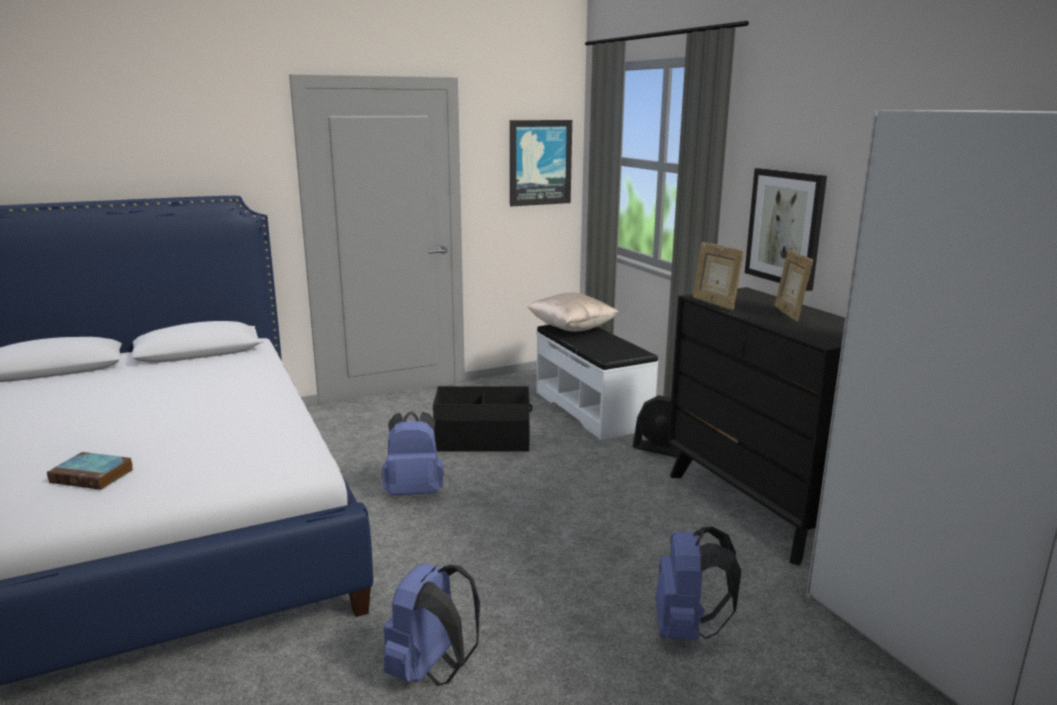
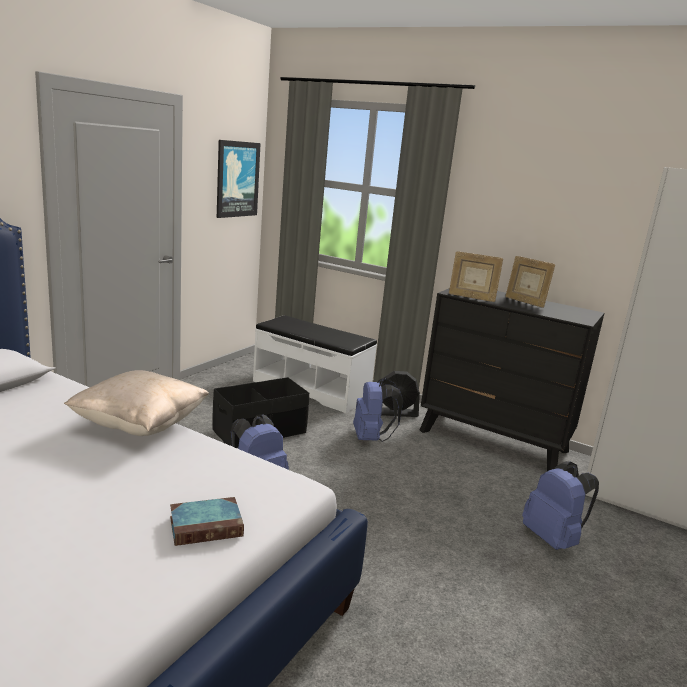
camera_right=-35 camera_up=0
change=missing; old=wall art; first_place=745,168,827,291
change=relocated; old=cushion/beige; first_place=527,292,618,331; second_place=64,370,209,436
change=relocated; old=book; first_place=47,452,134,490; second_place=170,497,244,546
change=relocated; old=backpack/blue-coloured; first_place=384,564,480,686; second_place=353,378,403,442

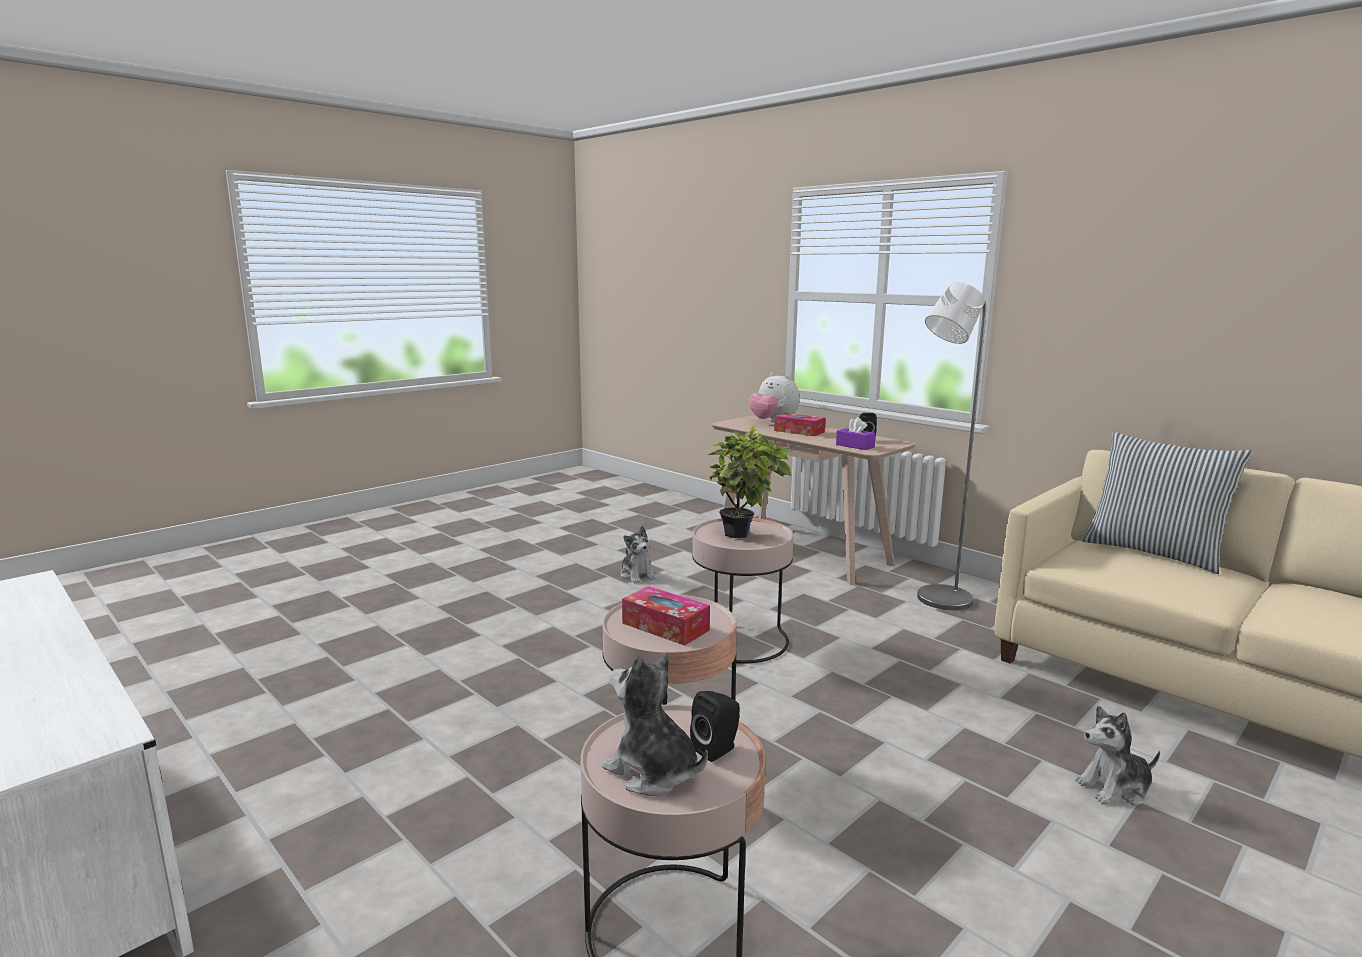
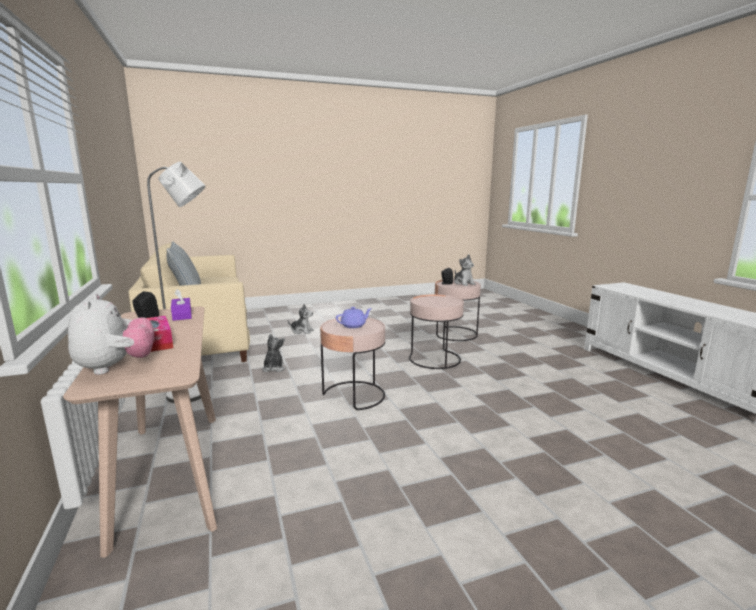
camera_right=-155 camera_up=0
change=exchanged; old=plant in a pot; new=tea pot/purple; first_place=708,425,791,538; second_place=336,307,372,328
change=relocated; old=cuddly toy; first_place=620,526,656,583; second_place=262,334,285,372
change=missing; old=tissue holder; first_place=622,586,710,646

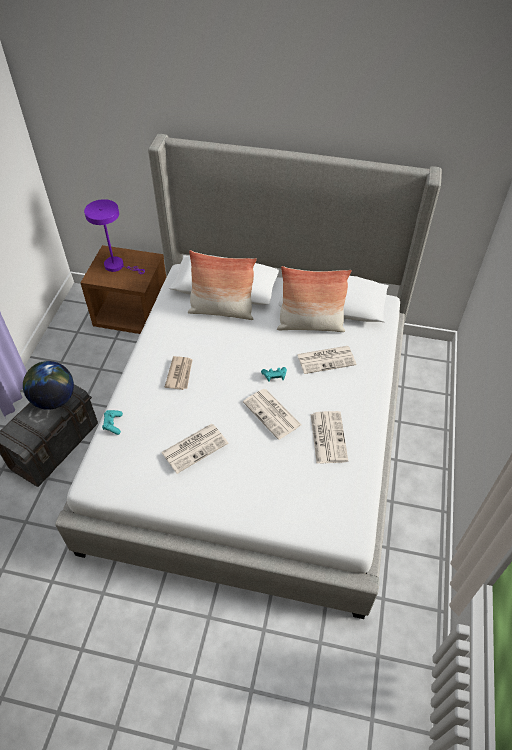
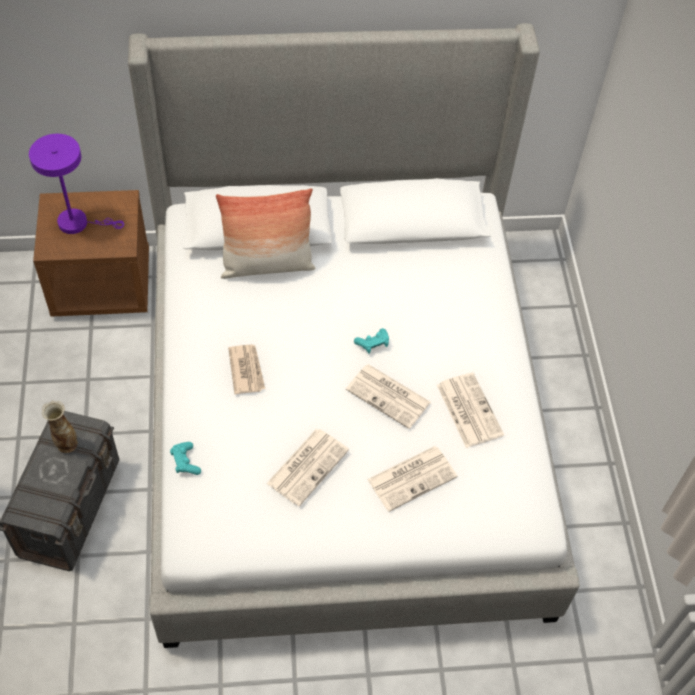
camera_right=-20 camera_up=5
change=missing; old=cushion; first_place=277,266,352,332
change=relocated; old=newspaper; first_place=297,346,356,374; second_place=367,446,457,512
change=exchanged; old=desk globe; new=decorative vase; first_place=23,361,74,410; second_place=42,401,78,453

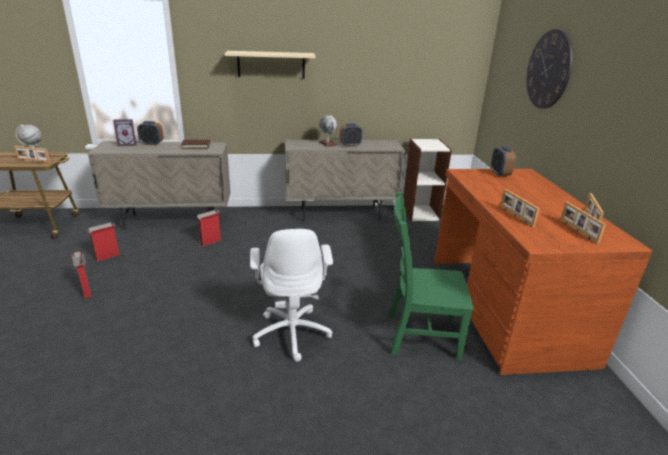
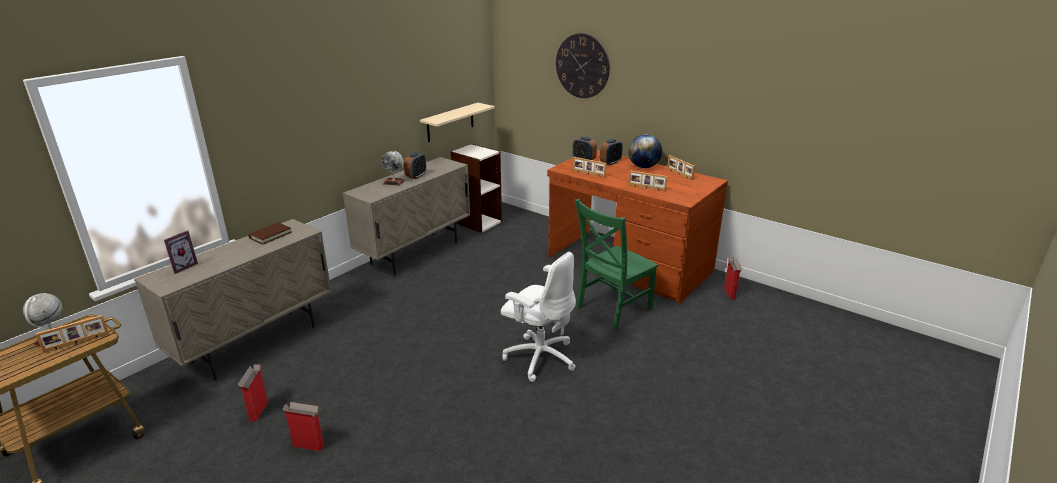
camera_right=-45 camera_up=0
change=relocated; old=wall shelf/beige; first_place=225,51,316,79; second_place=420,103,495,142
change=relocated; old=bedside clock; first_place=137,121,163,145; second_place=600,139,623,166
change=relocated; old=picture frame; first_place=560,202,606,244; second_place=573,157,607,177
change=relocated; old=carton; first_place=195,210,221,246; second_place=724,257,743,299
change=appeared; new=desk globe; second_place=628,134,662,168

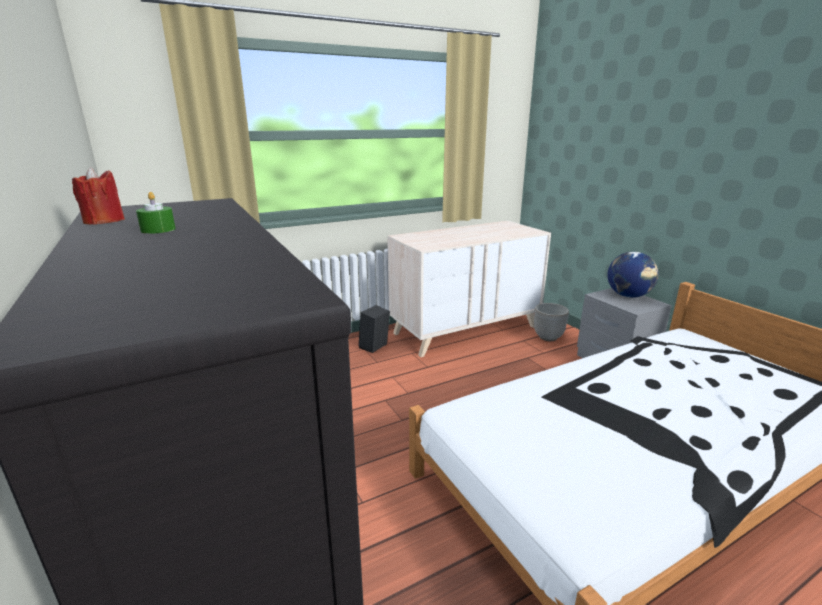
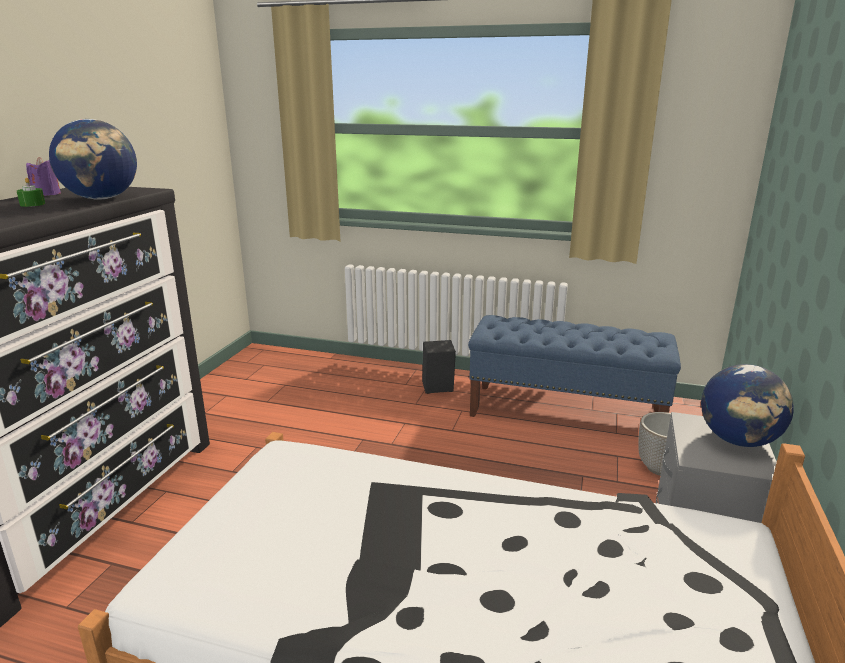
camera_right=45 camera_up=0
change=colour; old=wax light/red-coloured; new=wax light/purple; first_place=72,168,125,225; second_place=26,157,61,196
change=exchanged; old=chest of drawers/beige; new=bench/blue-coloured; first_place=387,221,551,357; second_place=468,315,681,417
change=appeared; new=desk globe; second_place=49,119,137,200

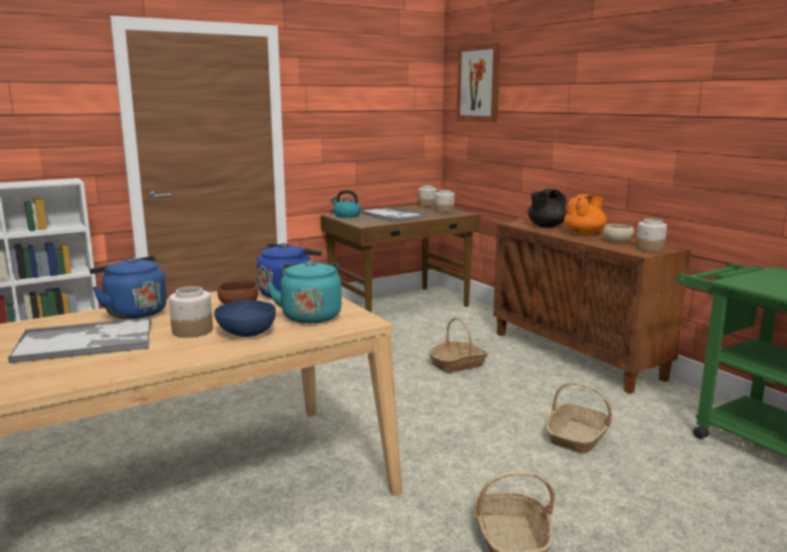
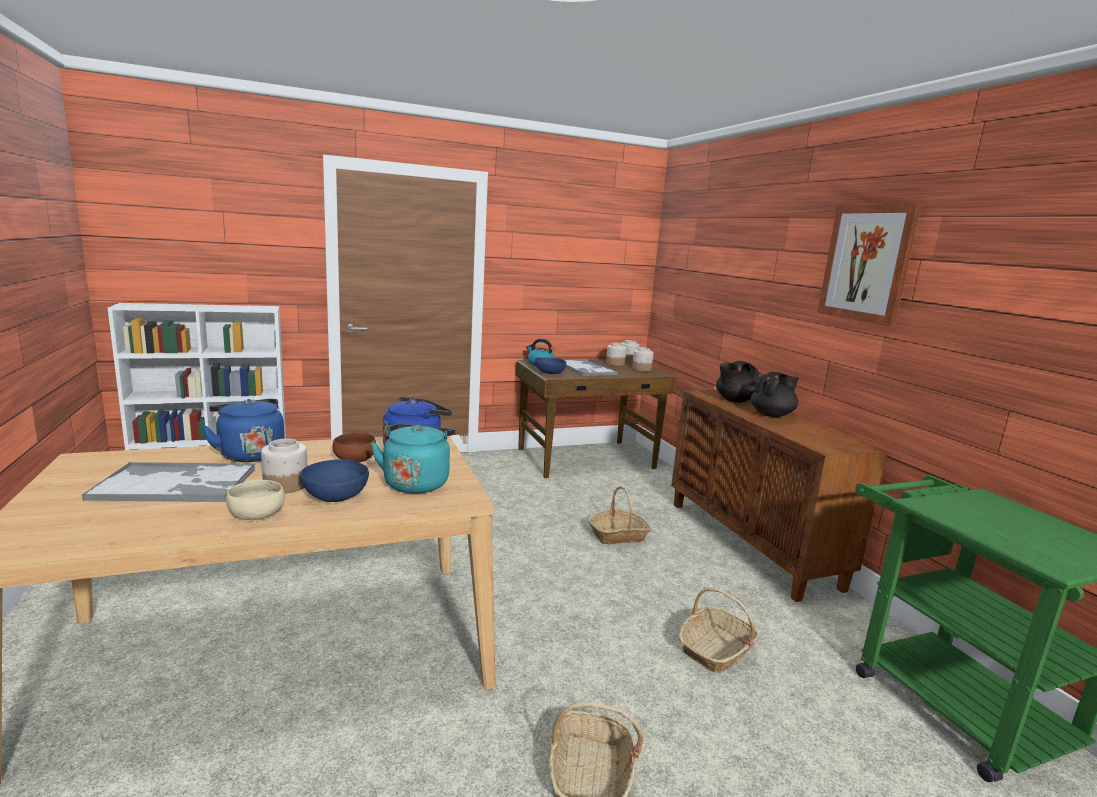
camera_right=10 camera_up=0
change=relocated; old=wall art; first_place=457,43,501,122; second_place=818,204,922,326
change=colour; old=tea pot/orange; new=tea pot/black; first_place=564,194,607,235; second_place=750,372,799,417
change=relocated; old=preserve jar; first_place=636,218,667,252; second_place=606,343,627,366
change=relocated; old=serving bowl/beige; first_place=603,224,634,243; second_place=226,480,285,520
change=appeared; new=serving bowl/blue-coloured; second_place=534,357,566,374

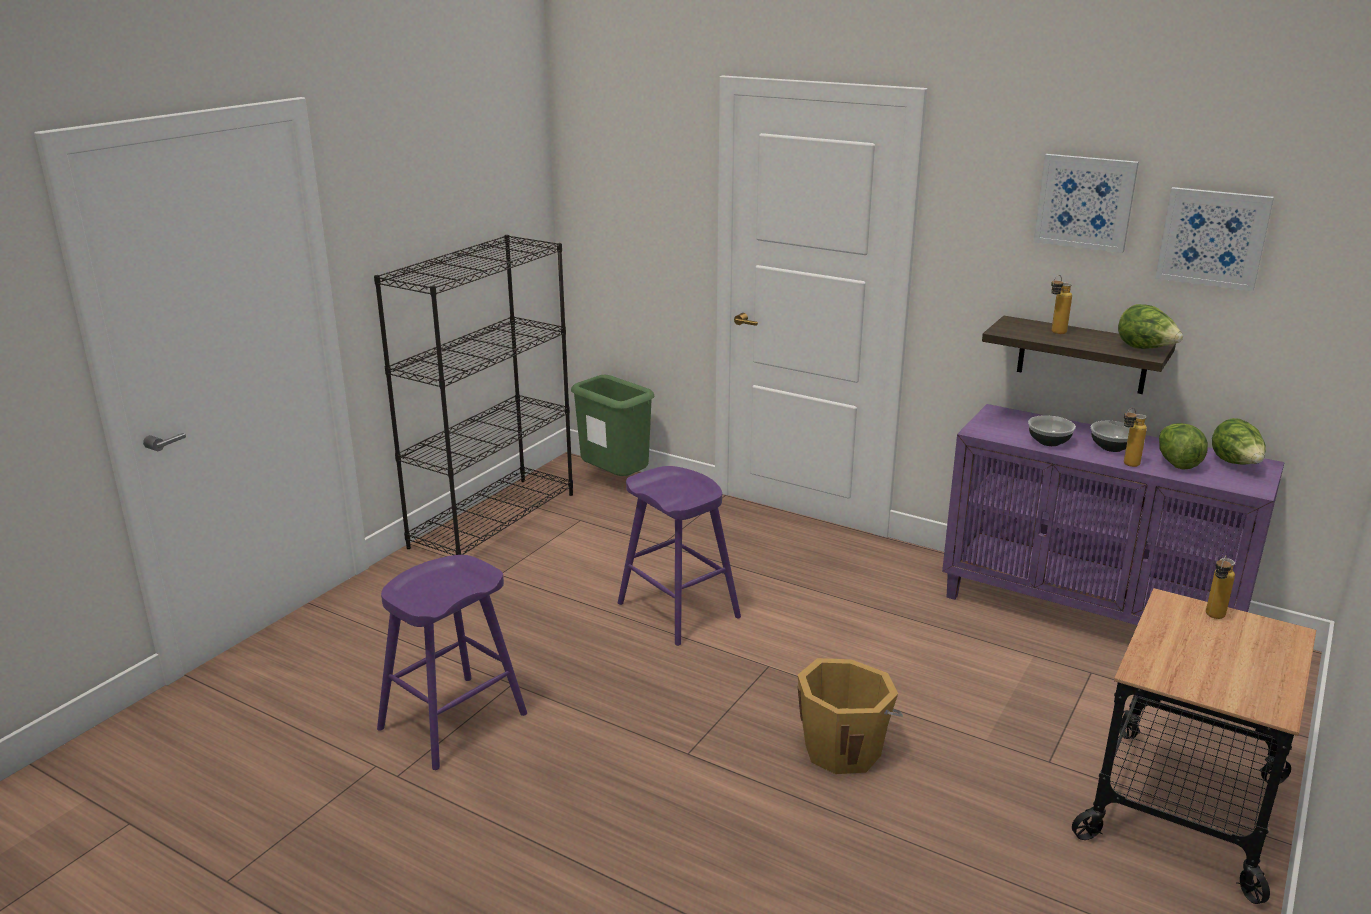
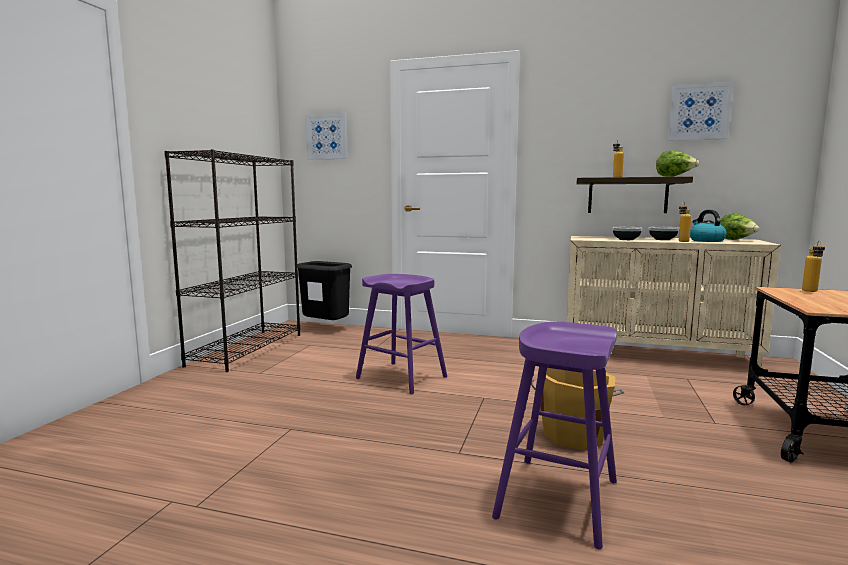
camera_right=-15 camera_up=-15
change=relocated; old=wall art; first_place=1034,154,1139,253; second_place=305,113,348,160
change=colour; old=trash can/green; new=trash can/black; first_place=571,375,654,476; second_place=297,261,352,320
change=colour; old=cabinet/purple; new=cabinet/beige; first_place=942,404,1285,625; second_place=567,236,781,368
change=exchanged; old=head of lettuce; new=kettle; first_place=1159,423,1208,470; second_place=690,210,727,242
change=relocated; old=stool seat/purple; first_place=377,555,527,770; second_place=492,321,617,549

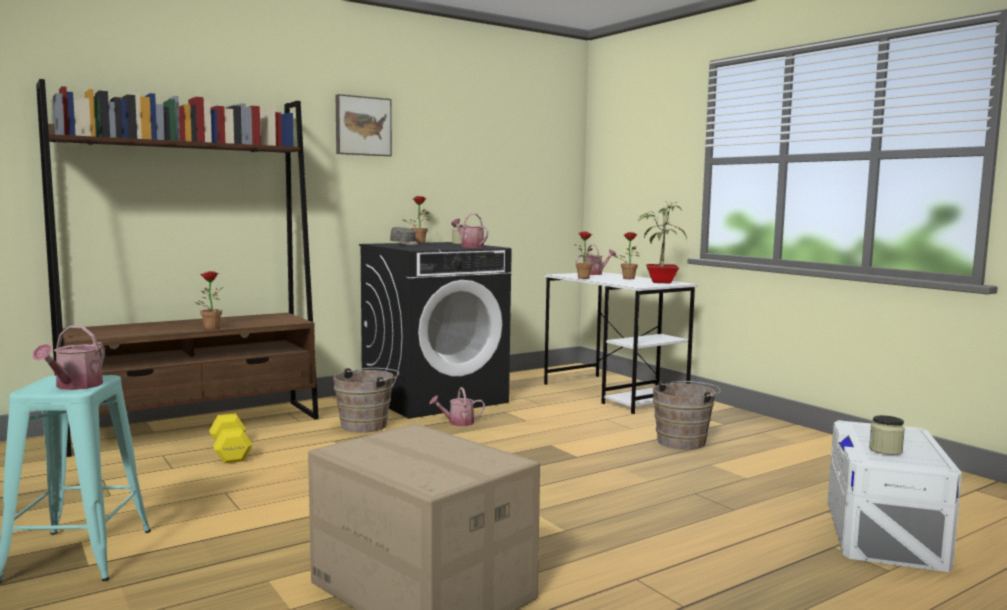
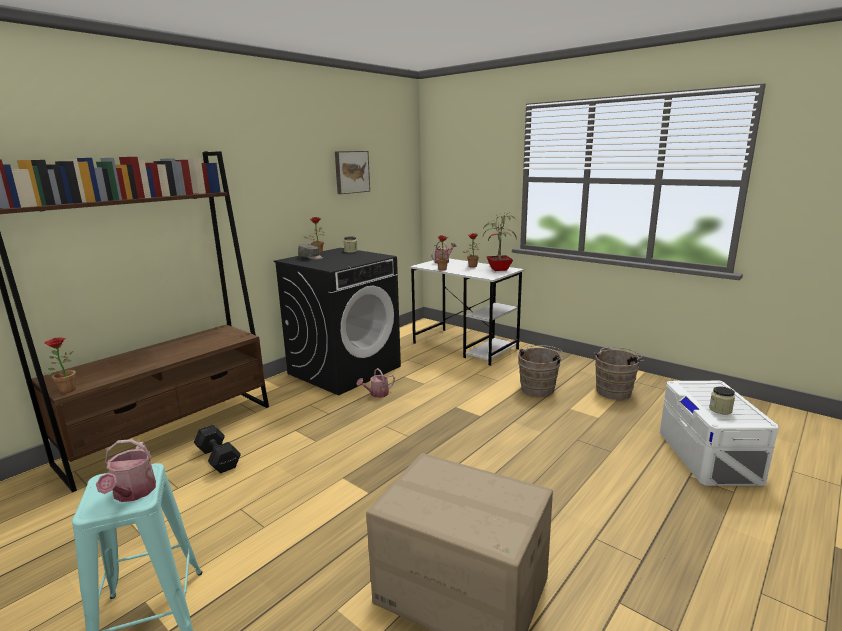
camera_right=-15 camera_up=10
change=relocated; old=wall art; first_place=336,94,392,156; second_place=335,151,370,194
change=missing; old=sprinkling can; first_place=451,214,488,248
change=relocated; old=plant in a pot; first_place=195,271,223,330; second_place=44,337,76,393
change=relocated; old=bucket/brownish; first_place=333,368,400,433; second_place=594,347,644,400
change=colour; old=hand weight/yellow; new=hand weight/black; first_place=209,413,252,463; second_place=194,425,241,473

